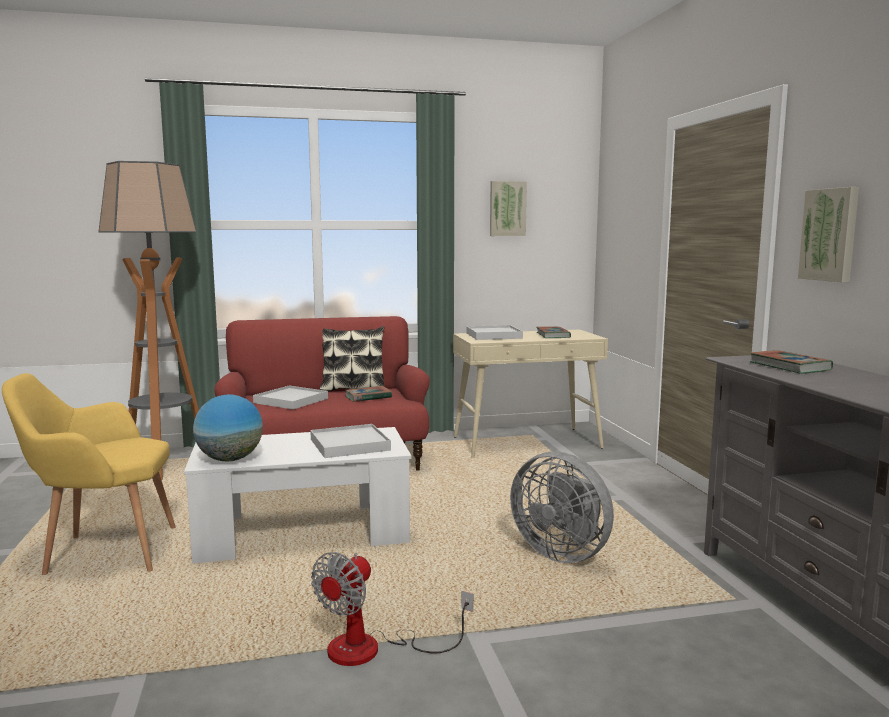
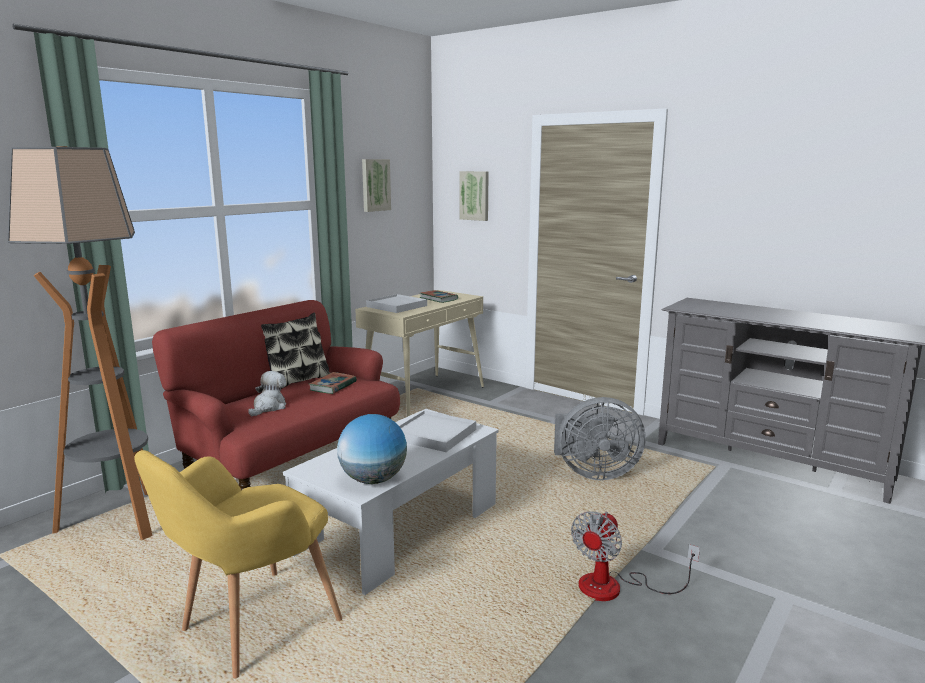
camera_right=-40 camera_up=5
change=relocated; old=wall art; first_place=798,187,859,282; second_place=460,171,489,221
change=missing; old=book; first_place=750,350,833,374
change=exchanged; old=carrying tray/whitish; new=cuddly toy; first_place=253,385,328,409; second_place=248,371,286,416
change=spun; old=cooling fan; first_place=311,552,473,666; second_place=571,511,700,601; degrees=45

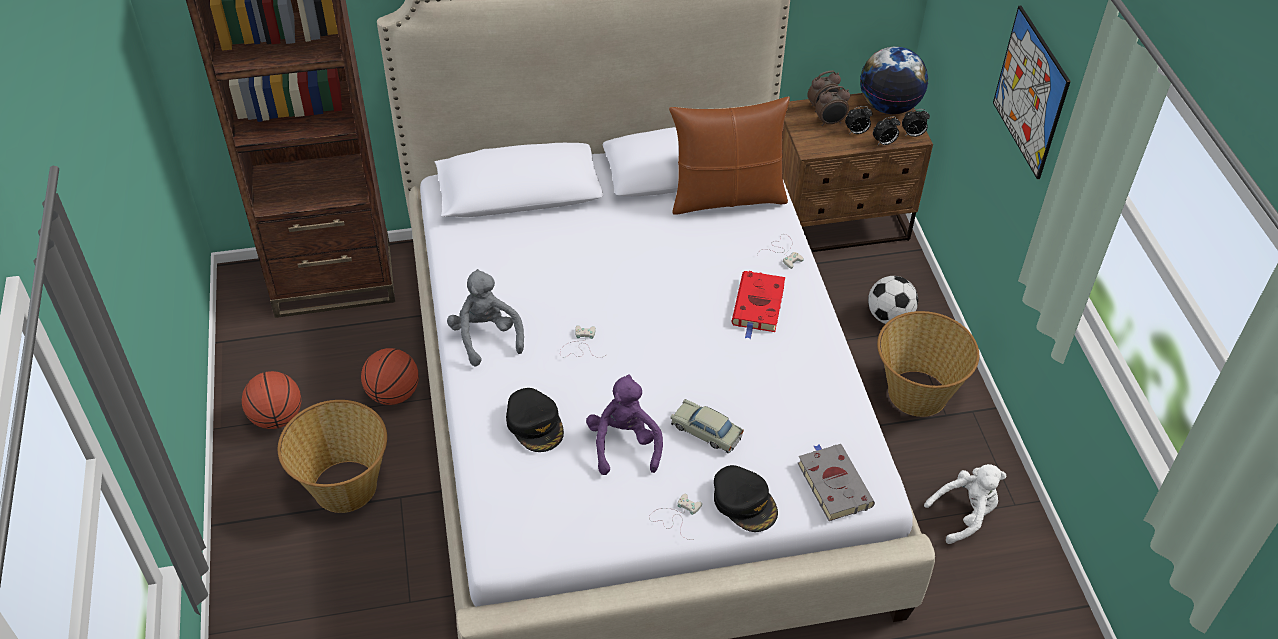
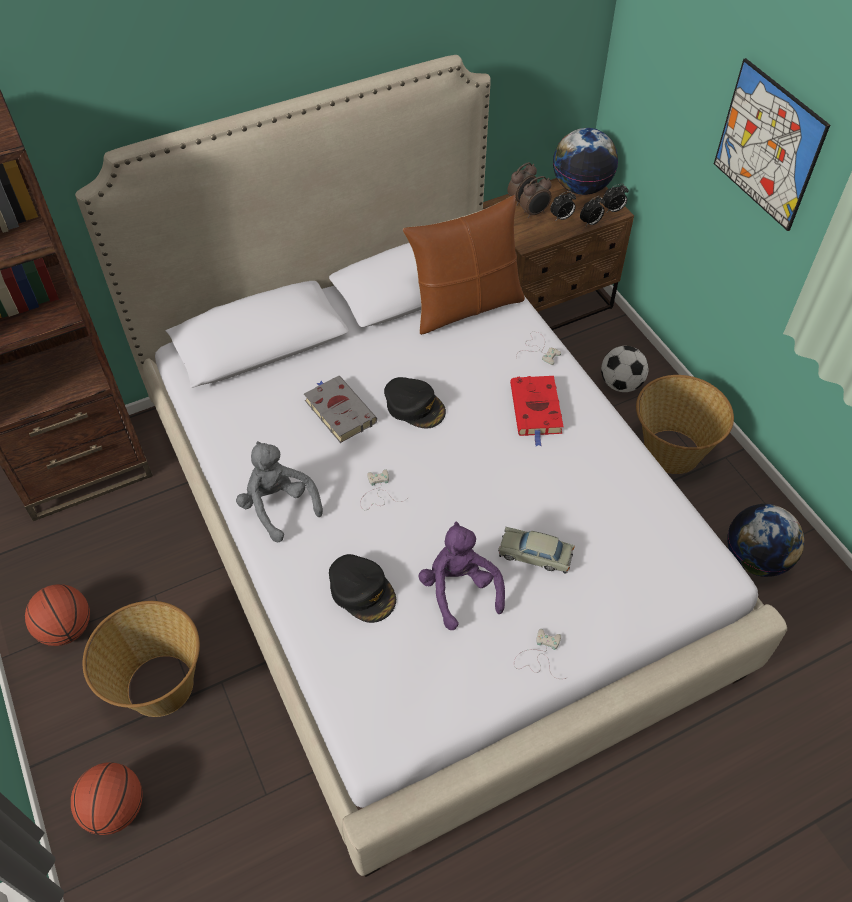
camera_right=-15 camera_up=5
change=relocated; old=basketball ball; first_place=361,348,419,405; second_place=71,762,143,835
change=relocated; old=book/gray; first_place=798,444,875,521; second_place=304,376,377,443
change=exchanged; old=cuddly toy/whitish; new=desk globe; first_place=924,464,1007,544; second_place=727,504,804,577
change=relocated; old=baseball cap/black; first_place=714,465,778,532; second_place=384,377,446,429

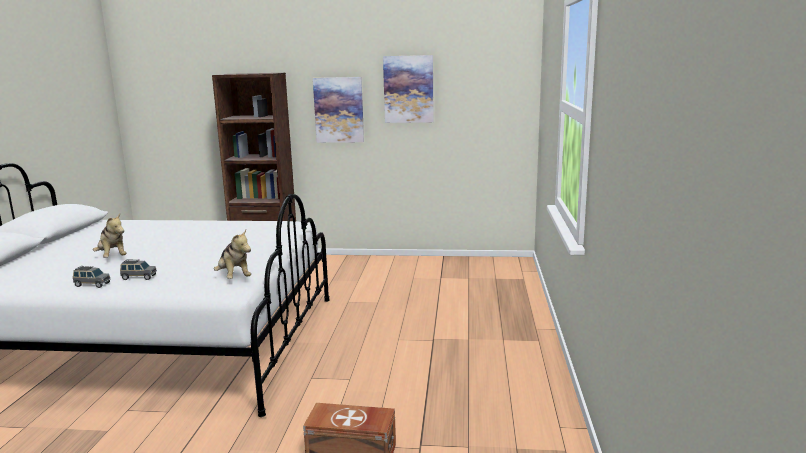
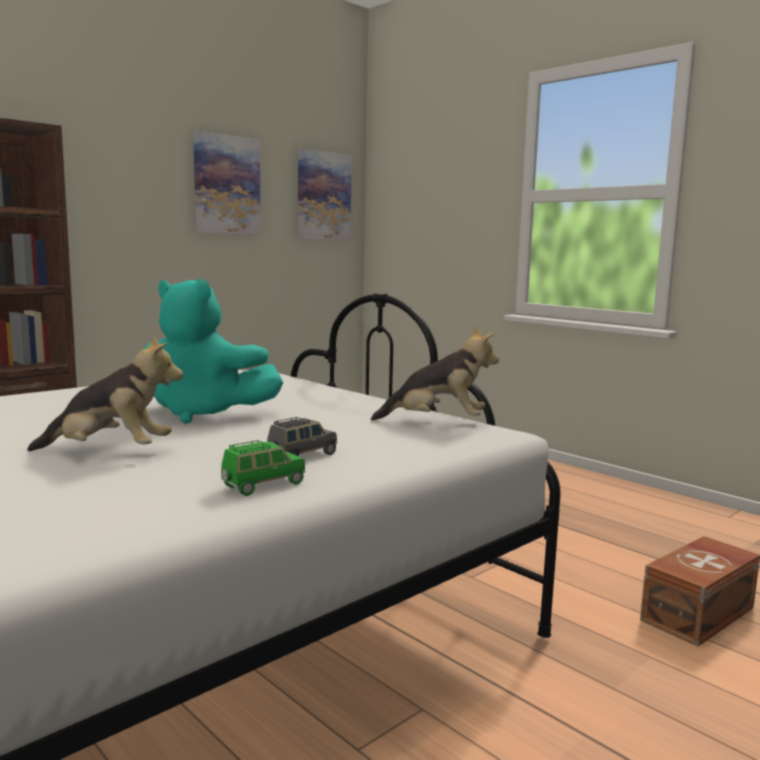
camera_right=-50 camera_up=-5
change=relocated; old=wall art; first_place=313,77,364,143; second_place=298,148,352,240
change=colour; old=miniature car/gray; new=miniature car/green; first_place=73,266,111,288; second_place=221,440,306,496
change=appeared; new=cuddly toy/blue-green; second_place=144,279,283,424

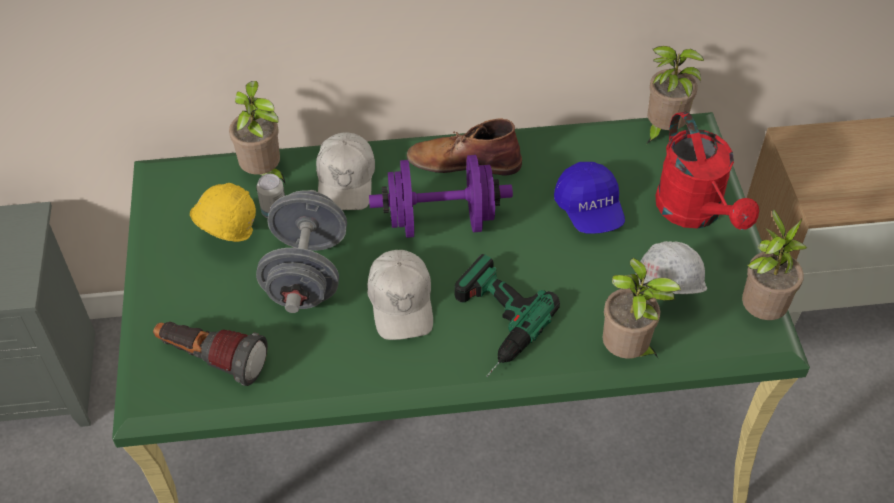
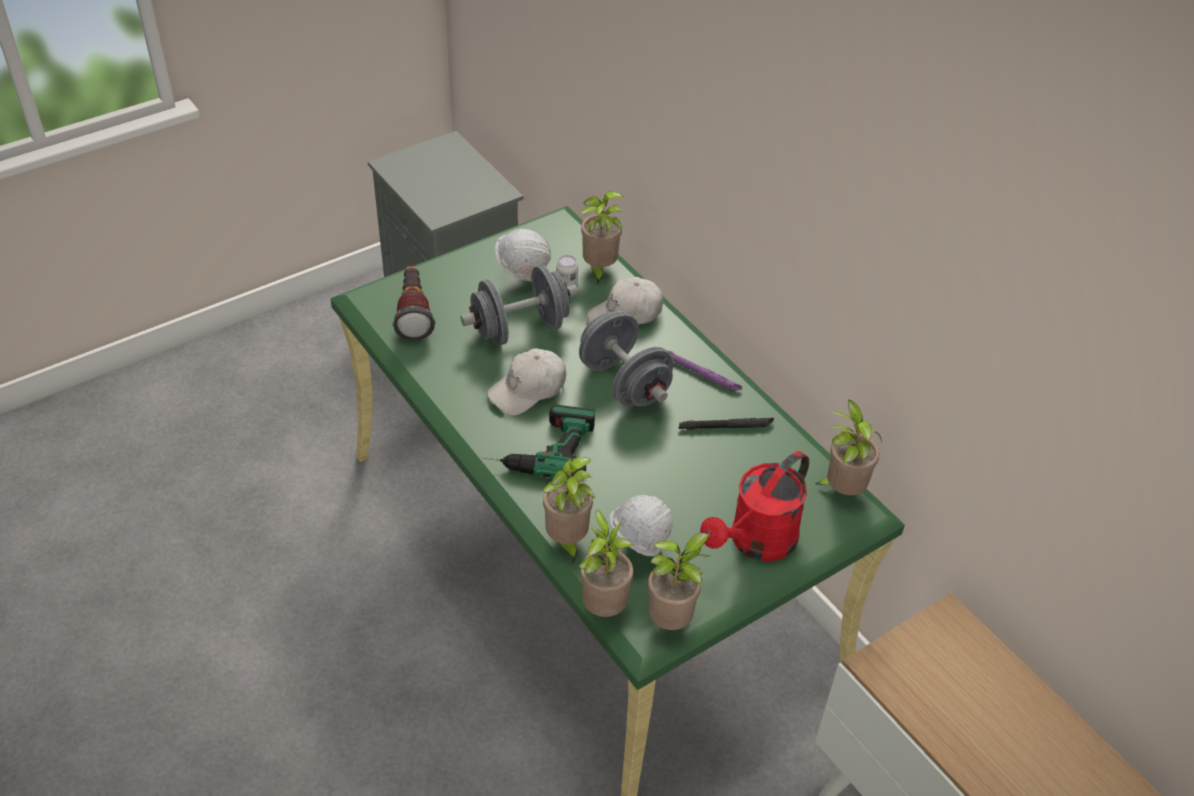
camera_right=60 camera_up=-5
change=exchanged; old=boot/brownish; new=flashlight/purple; first_place=407,118,522,176; second_place=666,350,742,391
change=colour; old=hand weight/purple; new=hand weight/gray; first_place=369,155,513,238; second_place=579,311,674,407
change=missing; old=baseball cap/blue-coloured; first_place=554,162,625,234
change=colour; old=work helmet/yellow; new=work helmet/whitish; first_place=190,183,256,242; second_place=495,229,551,282
change=appeared; new=flashlight/black; second_place=678,418,774,429
change=appeared; new=plant in a pot; second_place=579,510,633,617

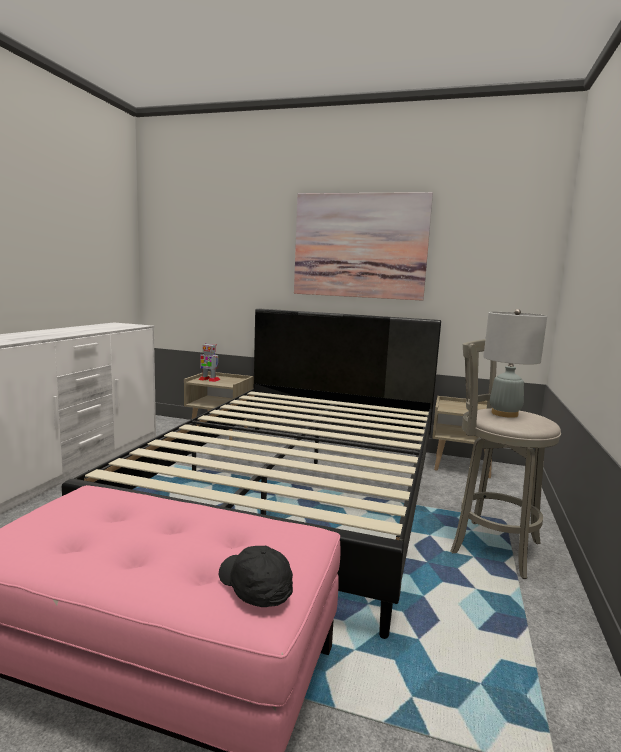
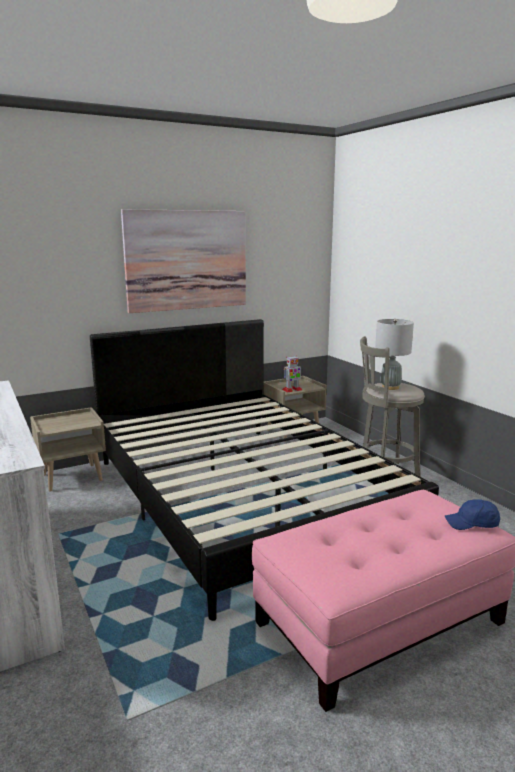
camera_right=-45 camera_up=5
change=relocated; old=toy robot; first_place=198,343,220,382; second_place=282,356,302,393
change=colour; old=baseball cap/black; new=baseball cap/blue-coloured; first_place=219,546,293,607; second_place=445,499,500,530

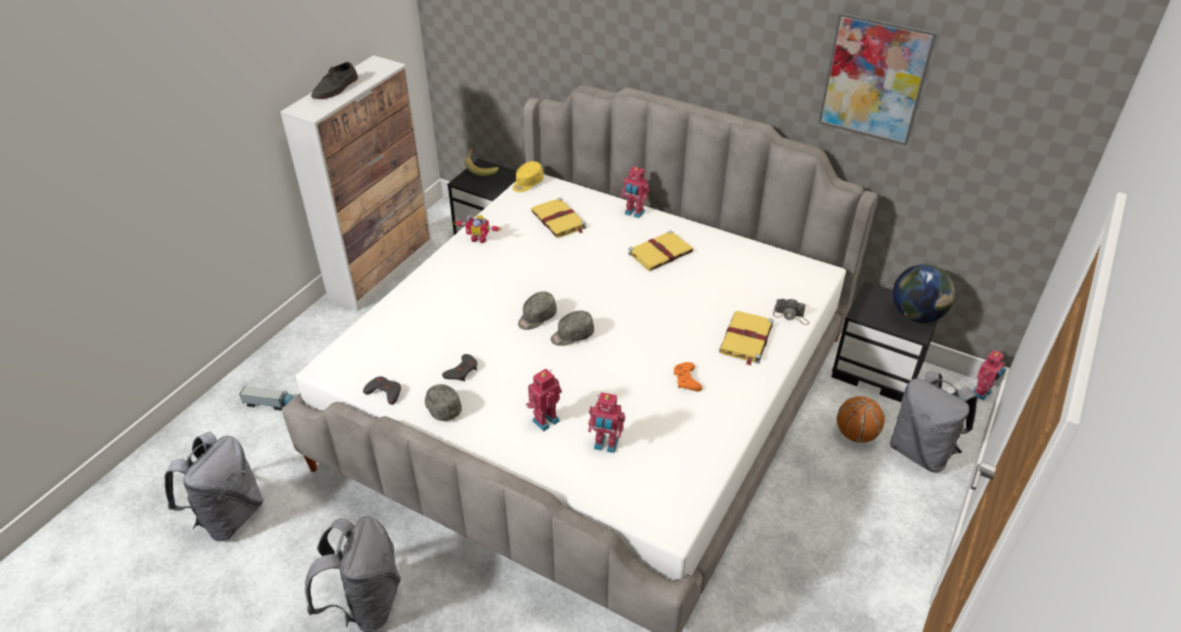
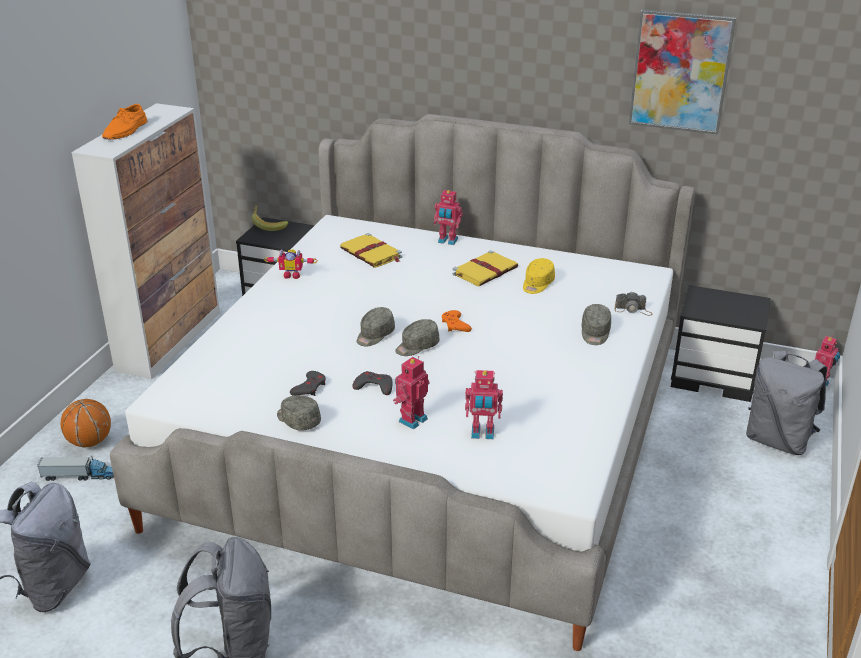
camera_right=-10 camera_up=-10
change=colour; old=low shoe/gray; new=low shoe/orange; first_place=311,62,358,99; second_place=102,104,147,140
change=relocated; old=baseball cap/yellow; first_place=512,161,544,192; second_place=523,258,555,294
change=missing; old=desk globe; first_place=893,264,955,323
change=exchanged; old=book/yellow; new=baseball cap/gray; first_place=719,311,774,365; second_place=582,304,611,345
change=relocated; old=joypad/orange; first_place=674,362,702,391; second_place=442,310,472,332
change=relocated; old=joypad/gray; first_place=363,376,401,405; second_place=352,371,393,395
change=relocated; old=basketball ball; first_place=837,396,885,443; second_place=61,399,111,447

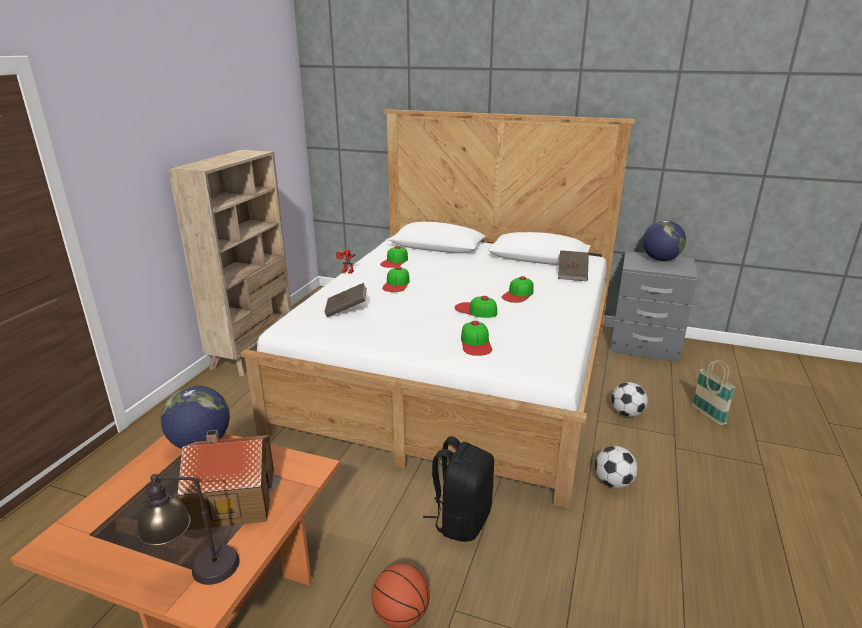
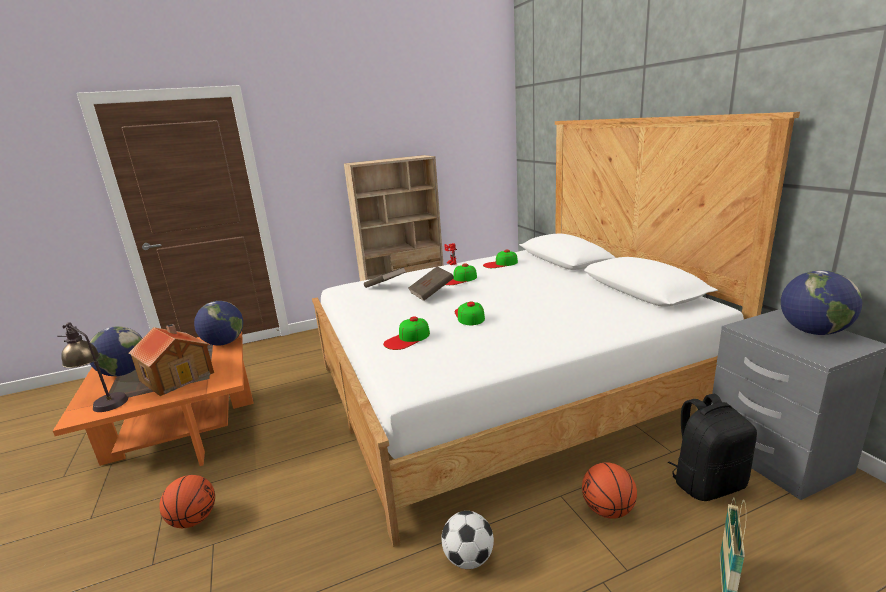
camera_right=50 camera_up=-5
change=relocated; old=book/brownish; first_place=558,250,589,281; second_place=408,267,454,301
change=missing; old=baseball cap; first_place=502,276,534,303
change=exchanged; old=ball for football; new=basketball ball; first_place=611,382,648,417; second_place=582,462,637,519
change=relocated; old=backpack/black; first_place=423,436,494,542; second_place=668,394,757,501
change=appeared; new=desk globe; second_place=89,326,142,376

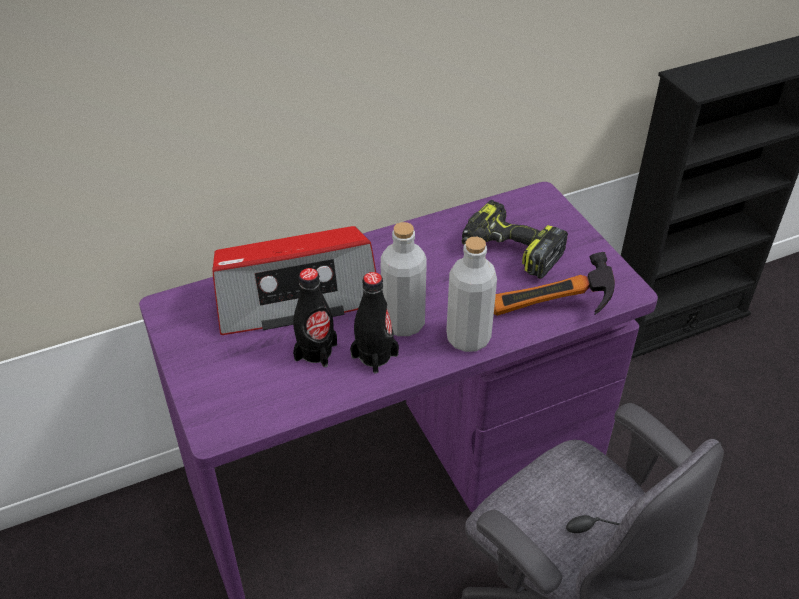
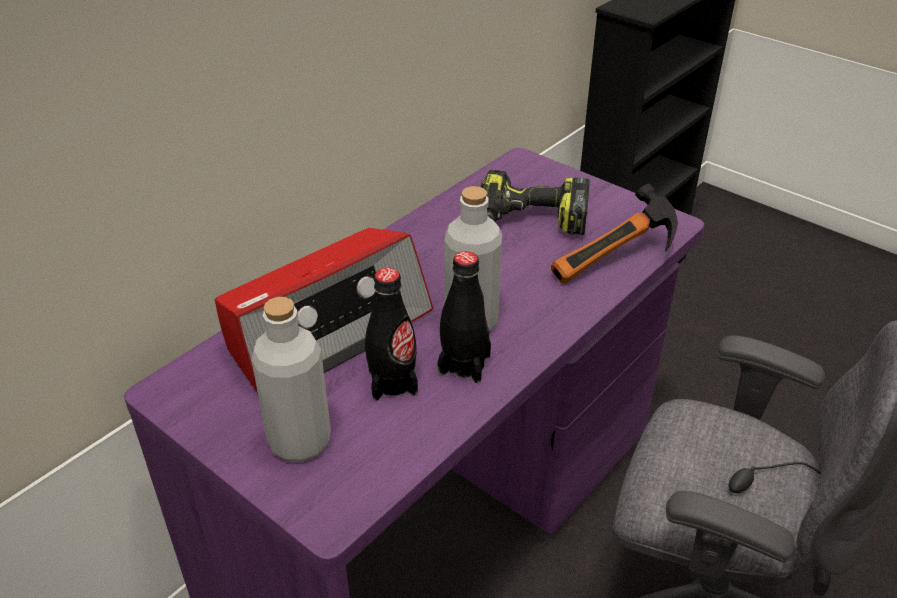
camera_right=-25 camera_up=-5
change=relocated; old=drink bottle/gray; first_place=446,237,497,352; second_place=251,297,331,461

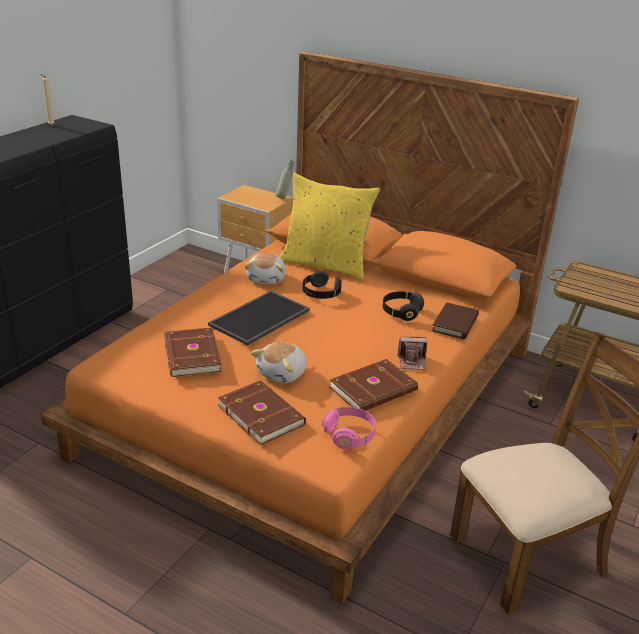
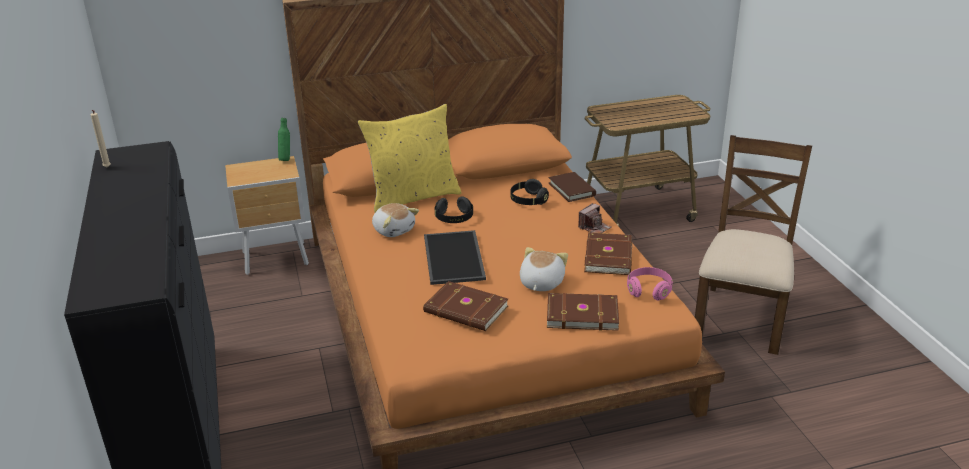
camera_right=-45 camera_up=0
change=colour; old=drink bottle/gray; new=drink bottle/green; first_place=276,160,294,199; second_place=278,118,290,161
change=spun; old=cuddly toy; first_place=251,342,307,383; second_place=520,247,568,291; degrees=-150

